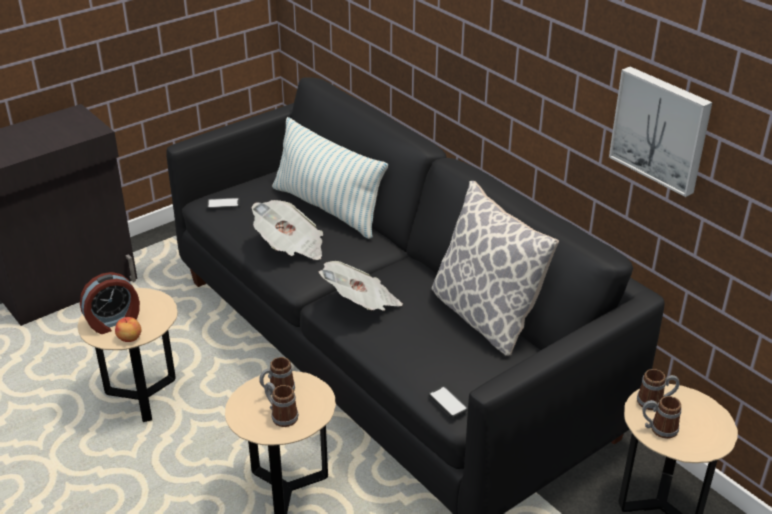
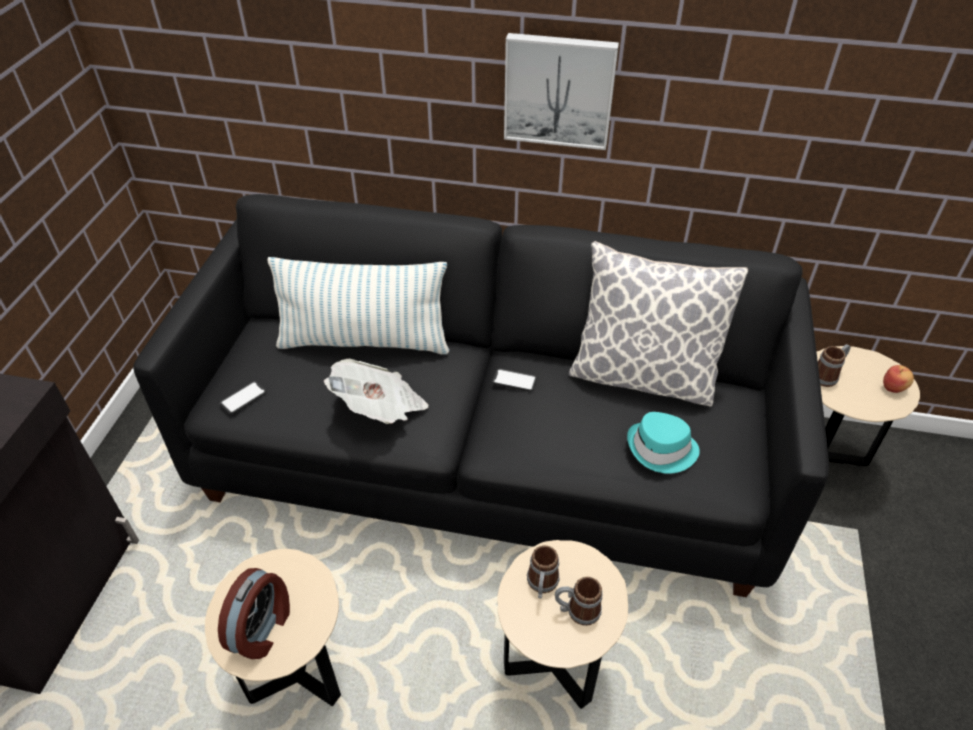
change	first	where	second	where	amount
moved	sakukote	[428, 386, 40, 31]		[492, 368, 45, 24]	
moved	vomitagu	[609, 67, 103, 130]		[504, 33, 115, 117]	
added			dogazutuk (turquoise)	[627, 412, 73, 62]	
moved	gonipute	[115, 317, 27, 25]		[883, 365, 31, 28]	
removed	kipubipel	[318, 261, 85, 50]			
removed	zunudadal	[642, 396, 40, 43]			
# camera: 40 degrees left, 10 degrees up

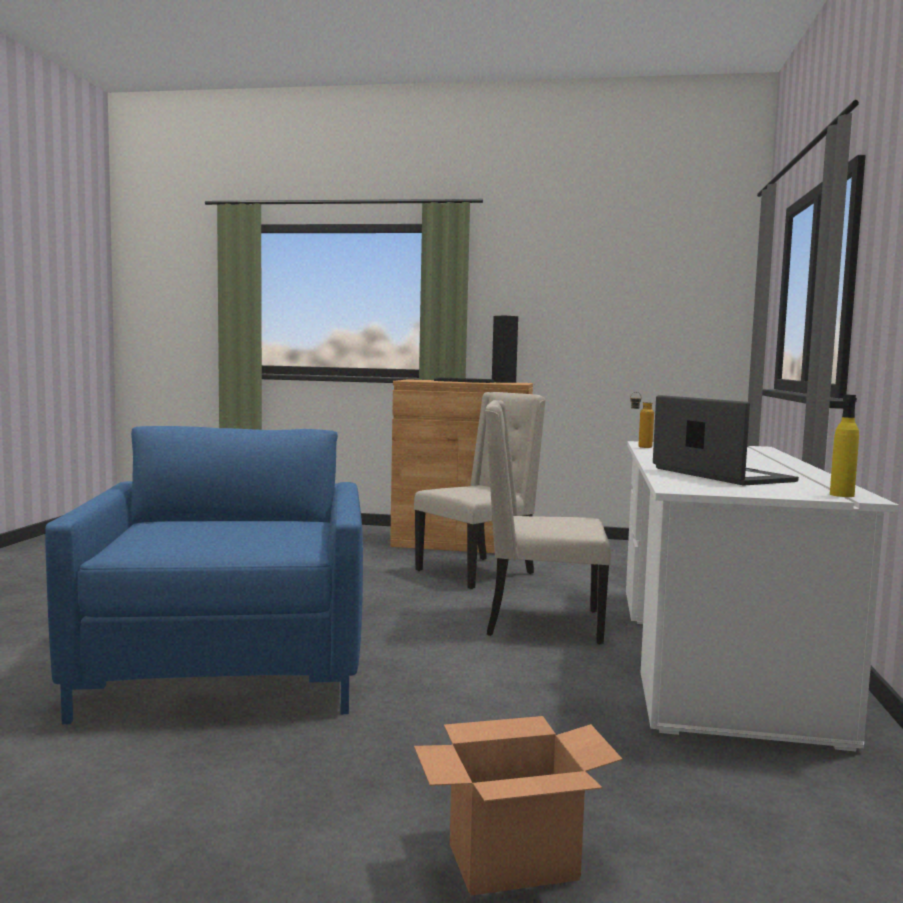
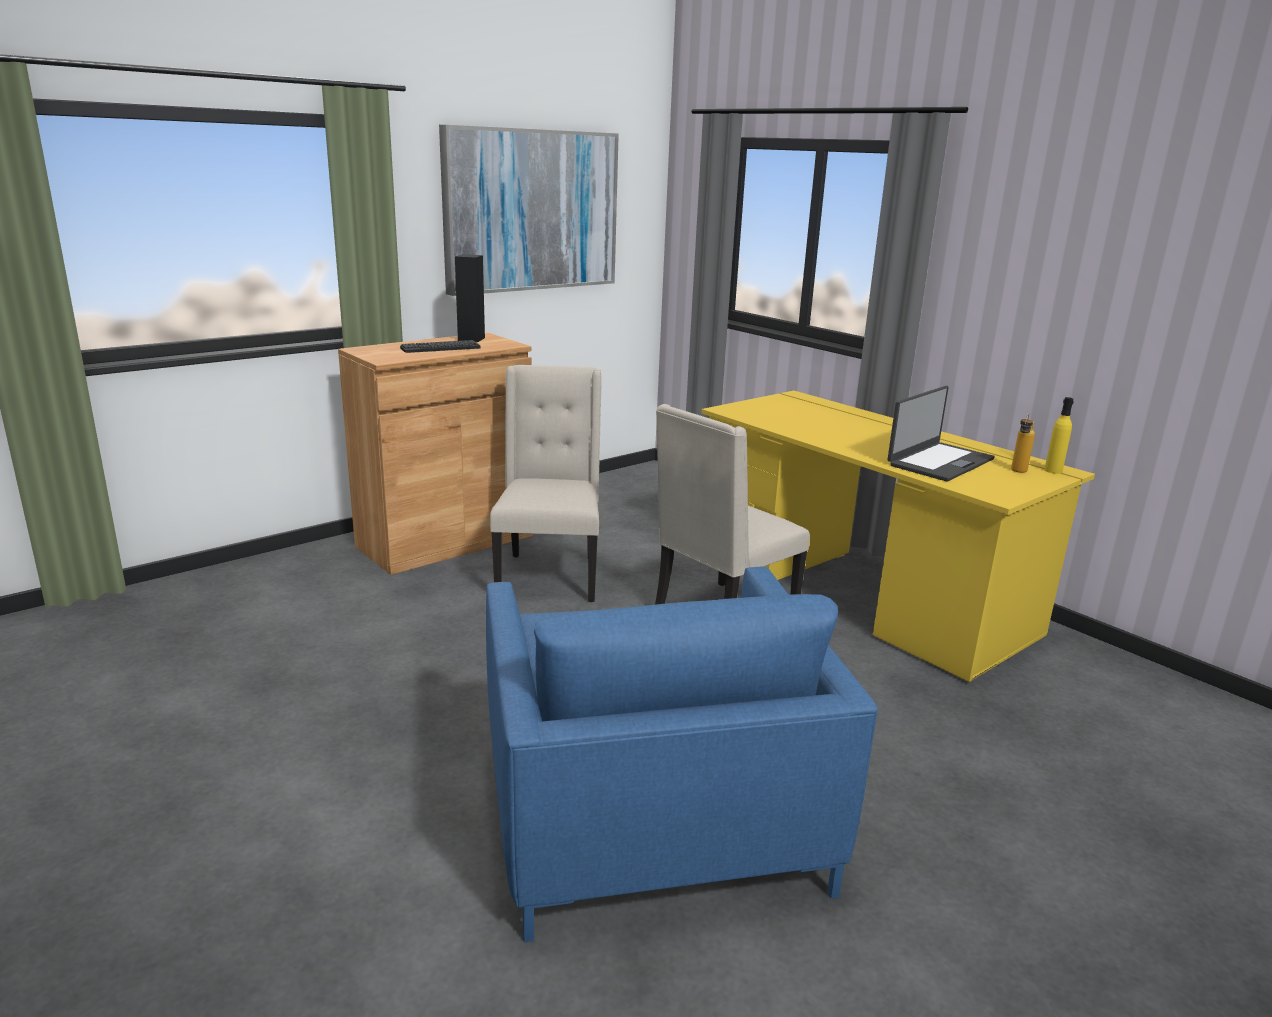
change	first	where	second	where	amount
added			vomitagu	[439, 125, 180, 171]	
turned	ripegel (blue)	[45, 426, 318, 298]		[486, 567, 392, 375]	135 degrees counterclockwise
recoloured	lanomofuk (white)	[626, 441, 273, 310]	lanomofuk (yellow)	[701, 390, 394, 292]	
turned	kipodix	[653, 395, 146, 91]		[887, 386, 108, 96]	120 degrees clockwise
moved	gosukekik	[630, 392, 24, 56]		[1011, 413, 24, 60]	
removed	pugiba	[414, 716, 209, 180]			
# camera: 50 degrees left, 15 degrees up

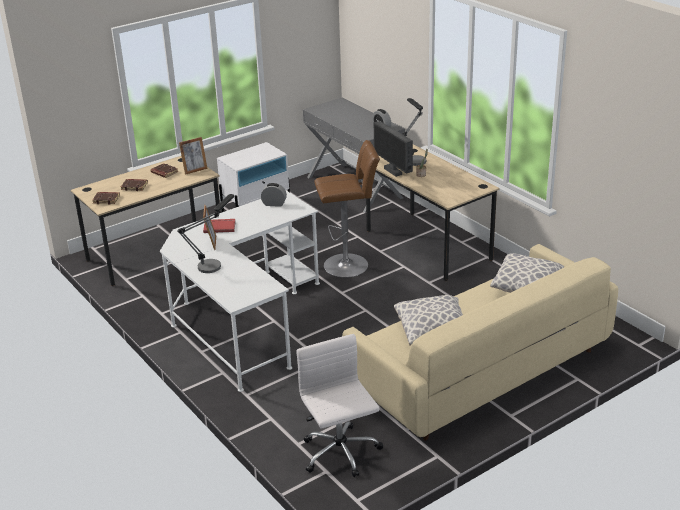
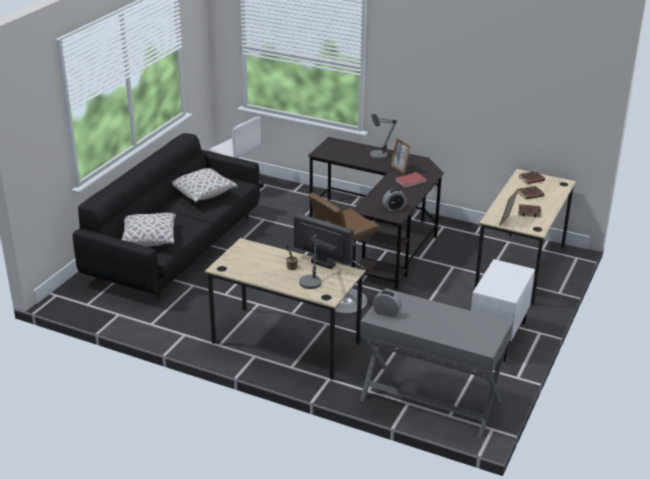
change	first	where	second	where	amount
recoloured	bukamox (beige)	[342, 244, 276, 196]	bukamox (black)	[73, 133, 187, 167]	
recoloured	lanomofuk (white)	[160, 191, 160, 201]	lanomofuk (black)	[308, 137, 136, 154]	
# camera: 150 degrees right, 0 degrees up

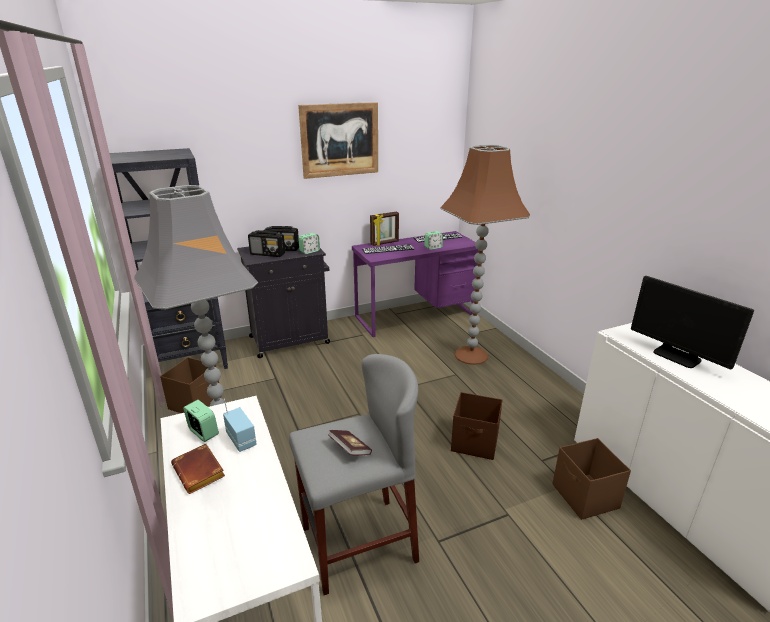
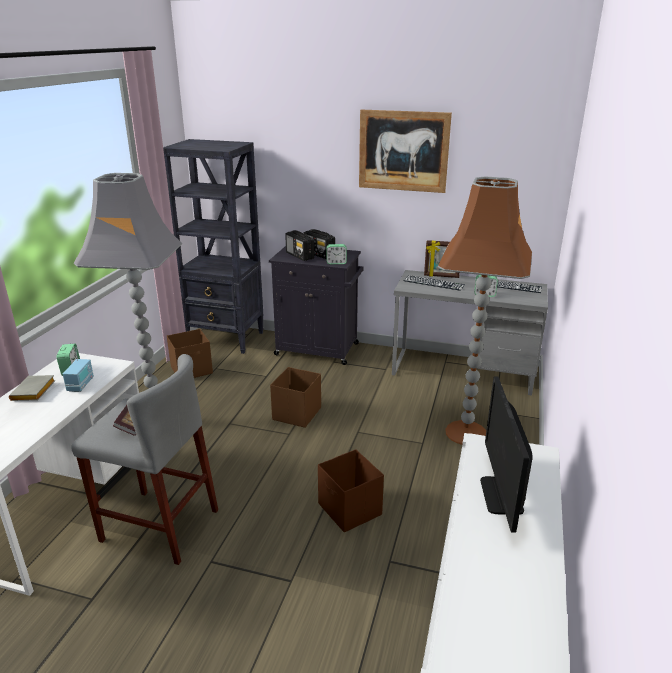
change	first	where	second	where	amount
recoloured	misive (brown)	[171, 444, 54, 50]	misive (grey)	[9, 375, 47, 26]	
moved	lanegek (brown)	[552, 438, 79, 82]		[270, 367, 51, 61]	
recoloured	lanomofuk (purple)	[352, 231, 127, 106]	lanomofuk (grey)	[392, 270, 156, 126]	
# camera: 40 degrees right, 0 degrees up

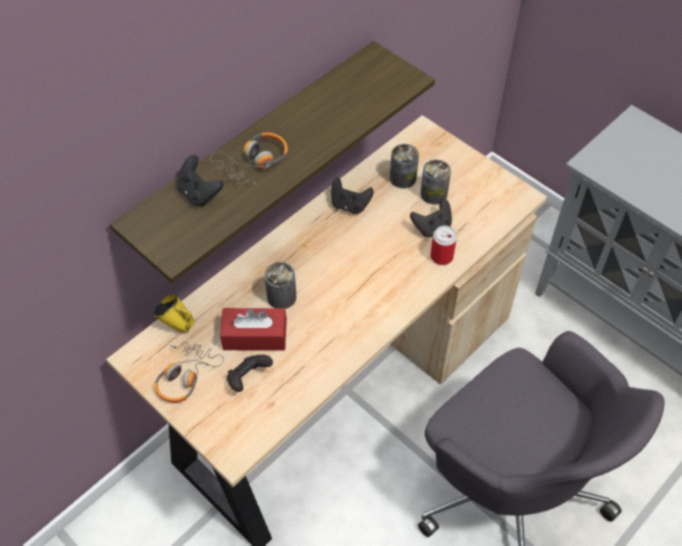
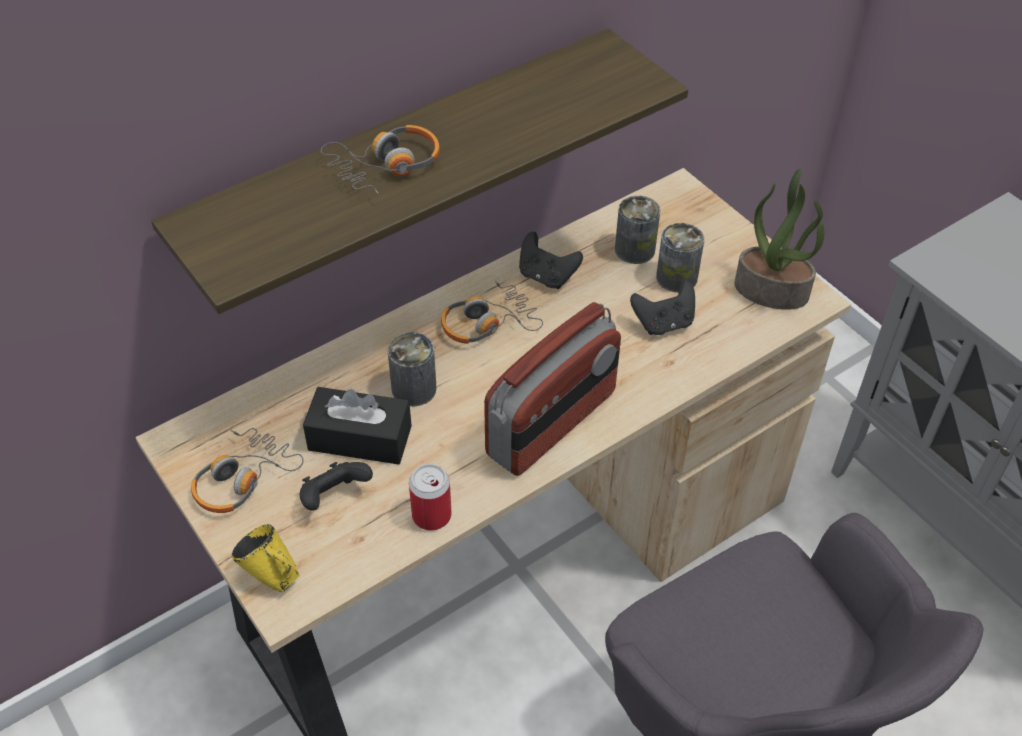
change	first	where	second	where	amount
moved	zunudadal (yellow)	[154, 294, 41, 38]		[232, 524, 67, 68]	
recoloured	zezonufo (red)	[220, 308, 67, 42]	zezonufo (black)	[303, 387, 109, 78]	
moved	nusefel	[430, 226, 27, 39]		[409, 464, 43, 66]	
added			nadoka	[441, 280, 102, 64]	
added			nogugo	[484, 302, 137, 174]	
added			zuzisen	[734, 169, 90, 141]	
removed	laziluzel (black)	[177, 155, 46, 51]			
# camera: 10 degrees right, 5 degrees down

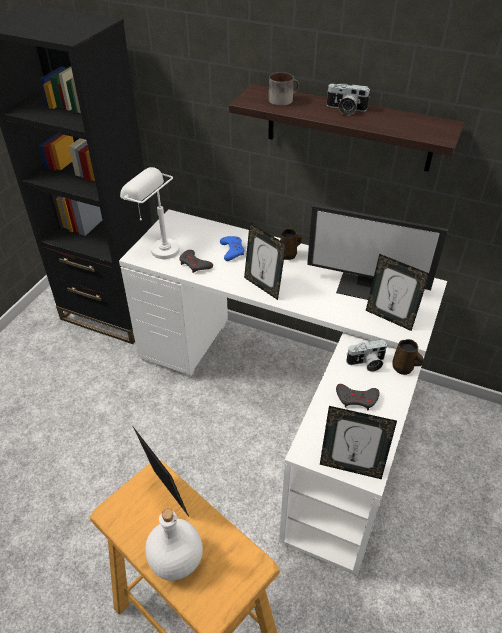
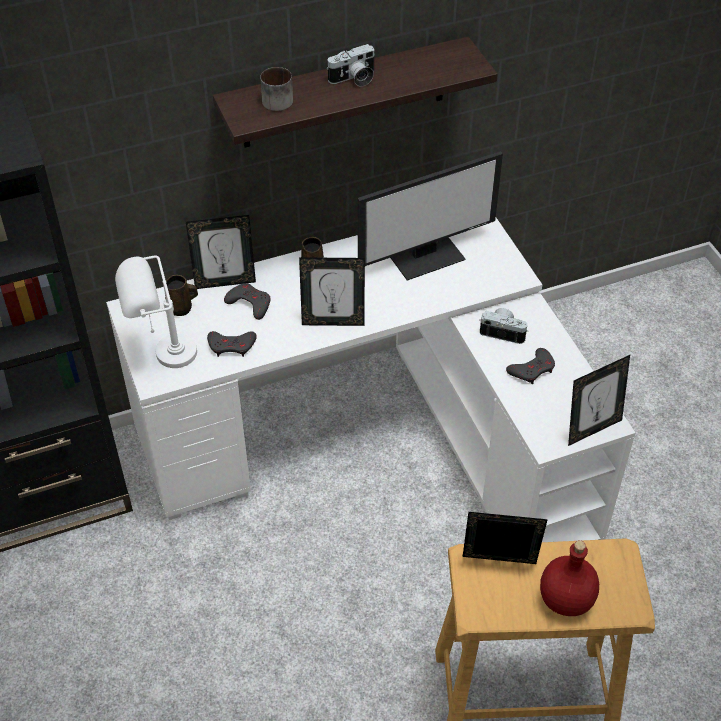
change	first	where	second	where	amount
moved	zunudadal (brown)	[392, 339, 32, 36]		[165, 275, 33, 41]	
moved	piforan	[366, 254, 63, 77]		[186, 215, 70, 74]	
recoloured	laziluzel (blue)	[220, 236, 24, 25]	laziluzel (grey)	[224, 283, 47, 37]	
turned	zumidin	[346, 339, 41, 33]		[479, 308, 49, 36]	105 degrees counterclockwise
recoloured	gosukekik (white)	[145, 509, 58, 72]	gosukekik (red)	[540, 540, 59, 76]	
# camera: 45 degrees left, 5 degrees up

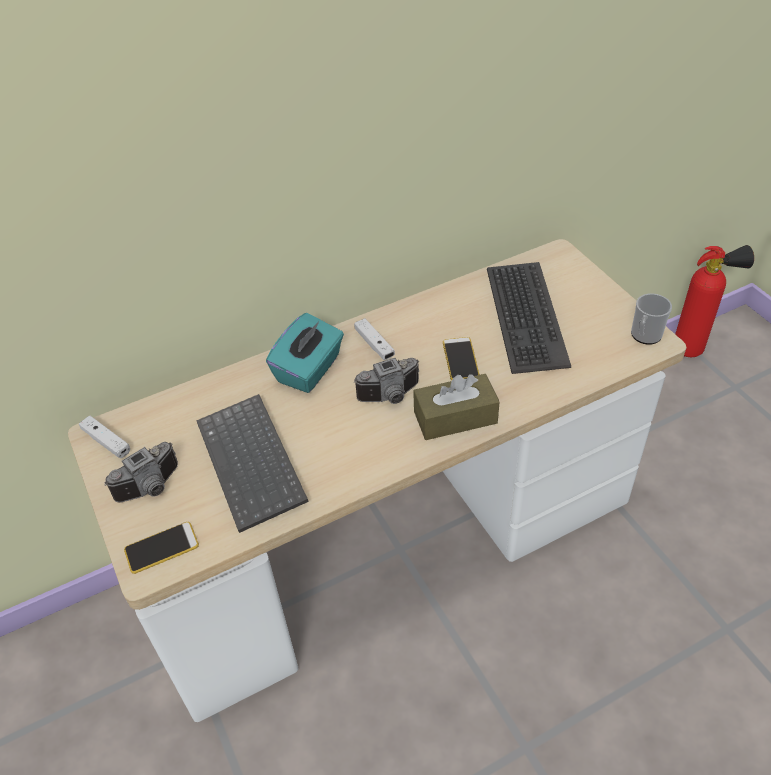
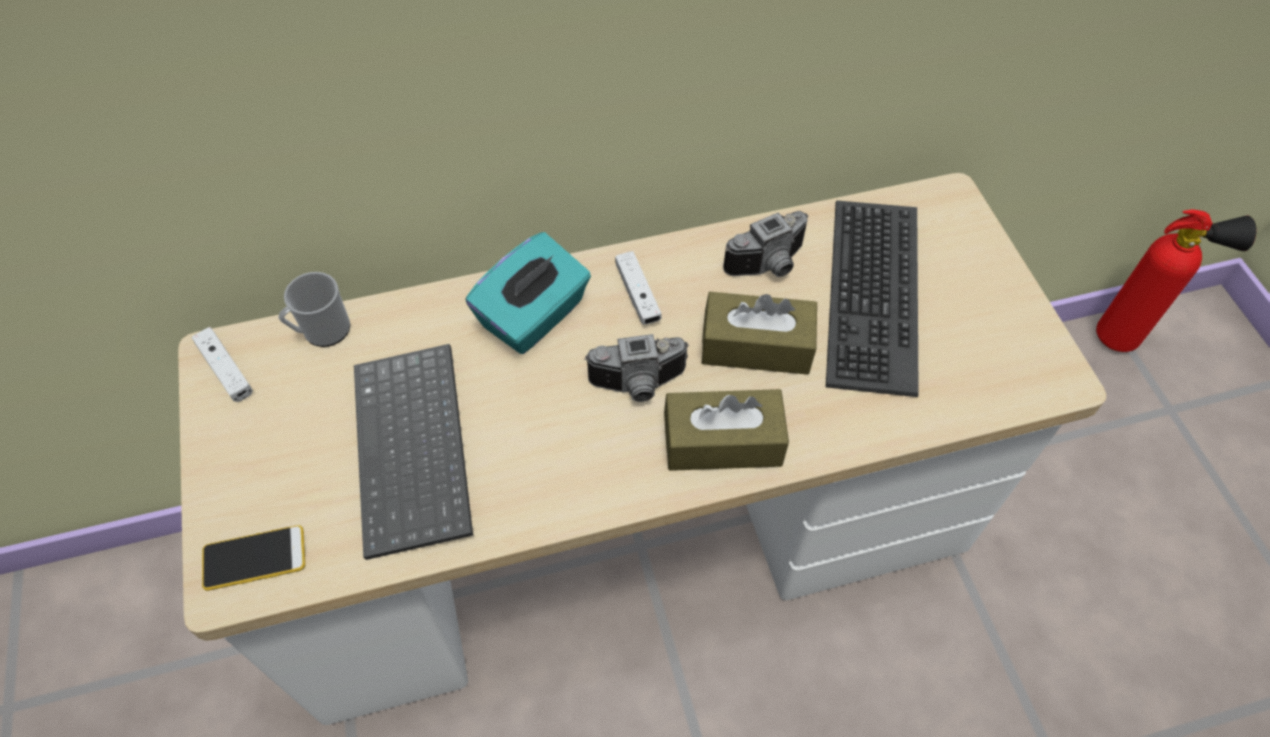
change	first	where	second	where	amount
moved	zunudadal	[631, 293, 41, 52]		[278, 272, 72, 75]	
replaced	sakukote	[443, 337, 36, 43]	zezonufo (brown)	[702, 292, 115, 83]	
moved	zumidin	[105, 442, 73, 61]		[723, 211, 86, 66]	
# camera: 10 degrees right, 10 degrees up

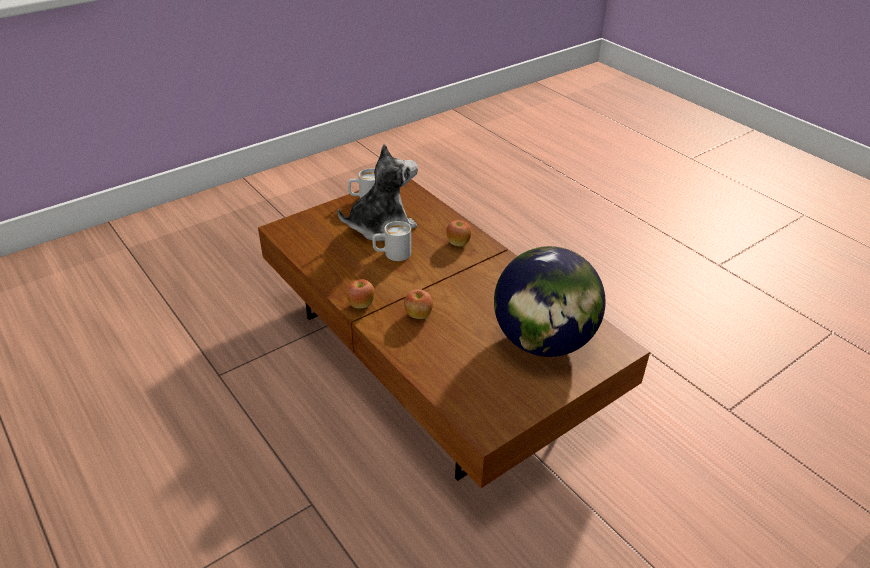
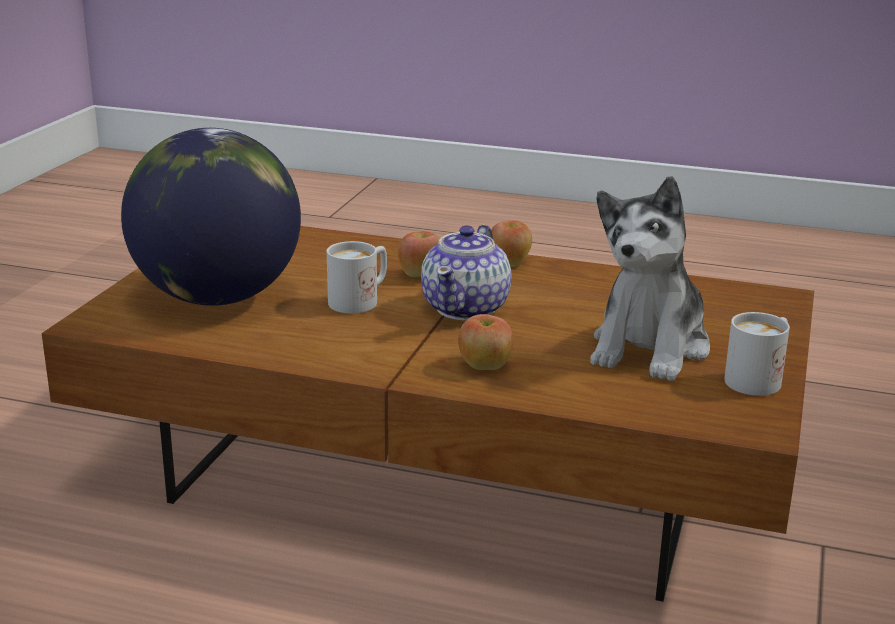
change	first	where	second	where	amount
moved	zunudadal (white)	[372, 221, 39, 40]		[327, 241, 60, 73]	
added			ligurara	[421, 224, 90, 97]	
# camera: 145 degrees right, 15 degrees down

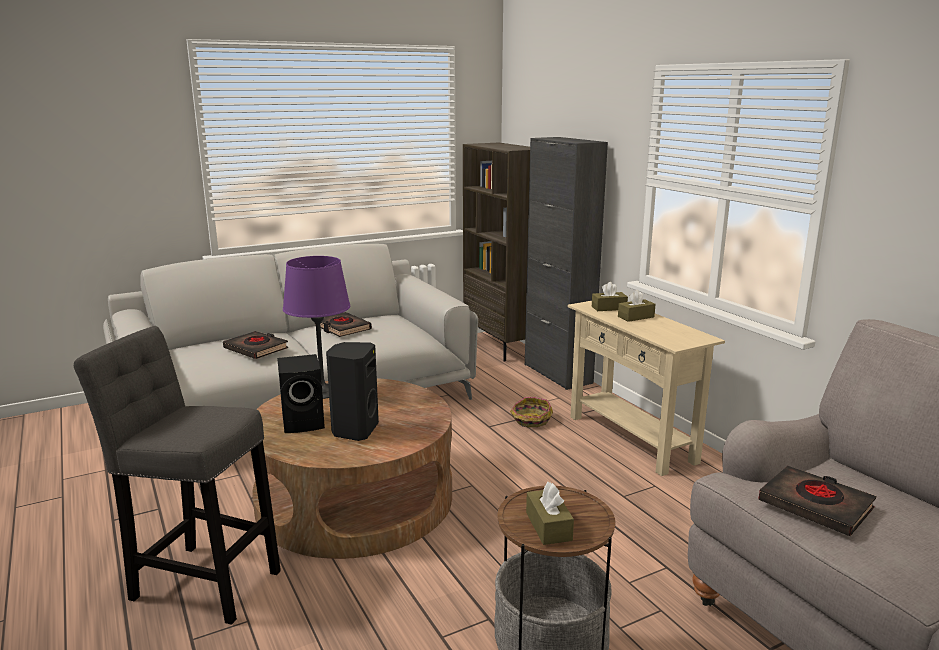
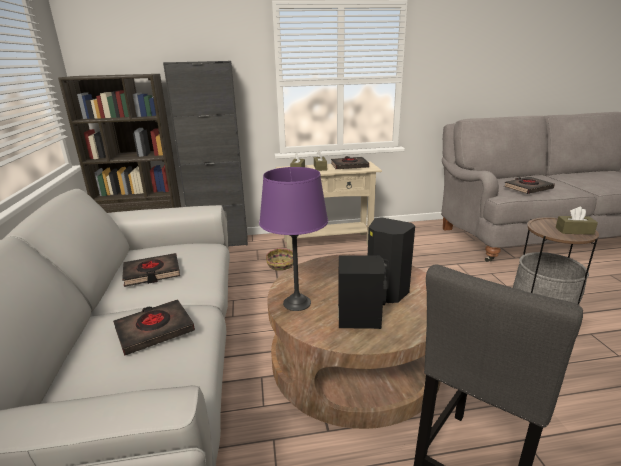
change	first	where	second	where	amount
added			misive (black)	[331, 156, 38, 13]	
# camera: 70 degrees left, 5 degrees up

